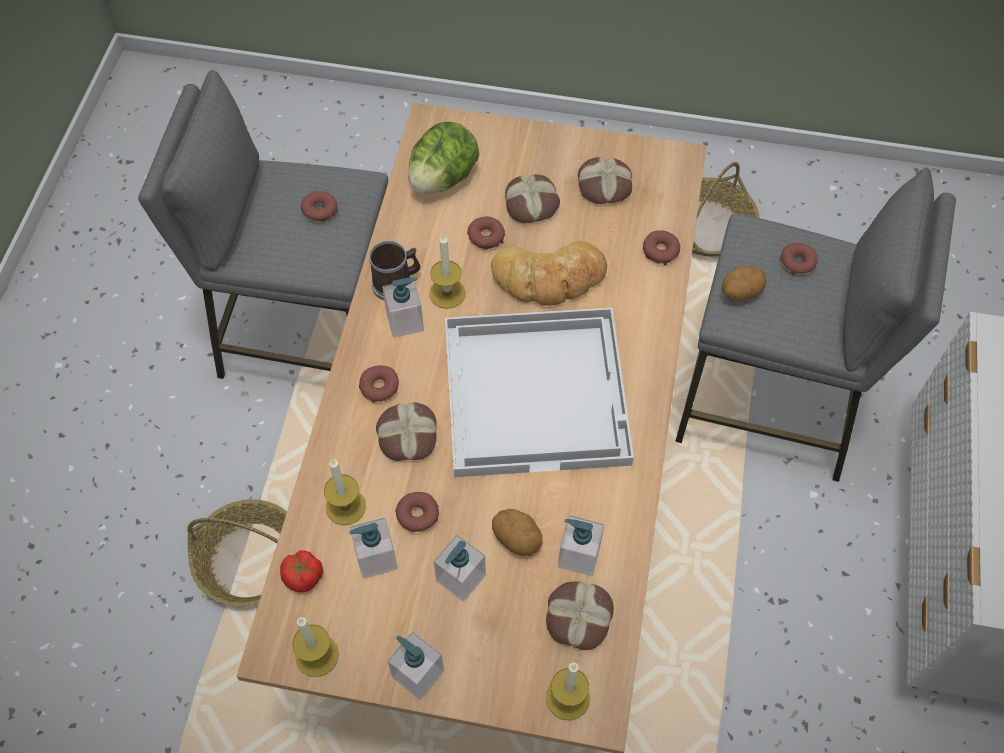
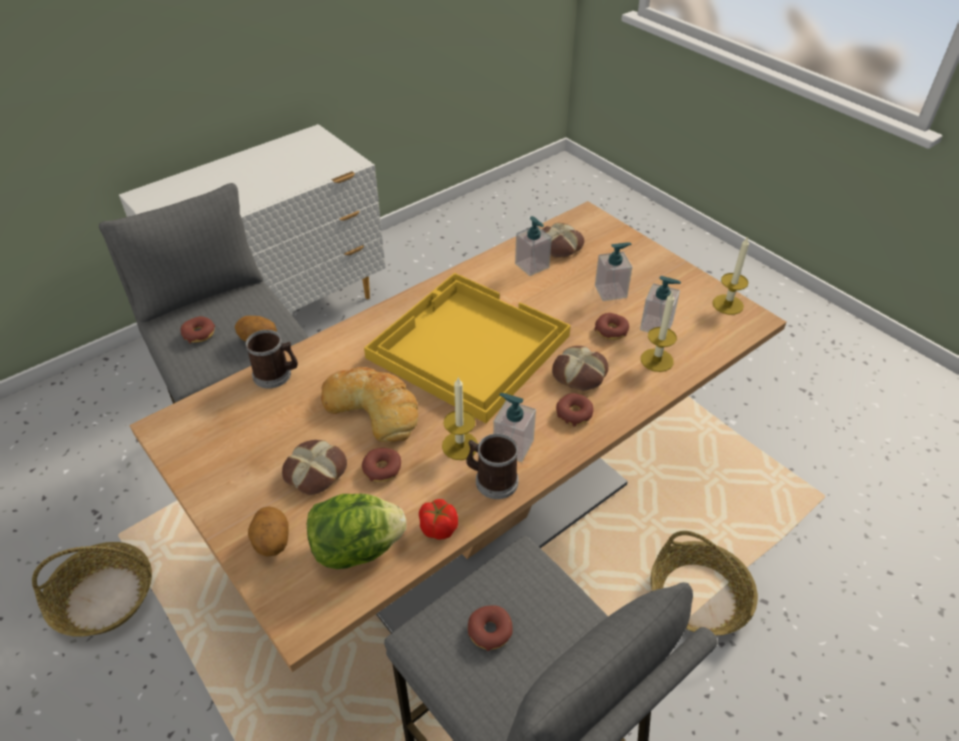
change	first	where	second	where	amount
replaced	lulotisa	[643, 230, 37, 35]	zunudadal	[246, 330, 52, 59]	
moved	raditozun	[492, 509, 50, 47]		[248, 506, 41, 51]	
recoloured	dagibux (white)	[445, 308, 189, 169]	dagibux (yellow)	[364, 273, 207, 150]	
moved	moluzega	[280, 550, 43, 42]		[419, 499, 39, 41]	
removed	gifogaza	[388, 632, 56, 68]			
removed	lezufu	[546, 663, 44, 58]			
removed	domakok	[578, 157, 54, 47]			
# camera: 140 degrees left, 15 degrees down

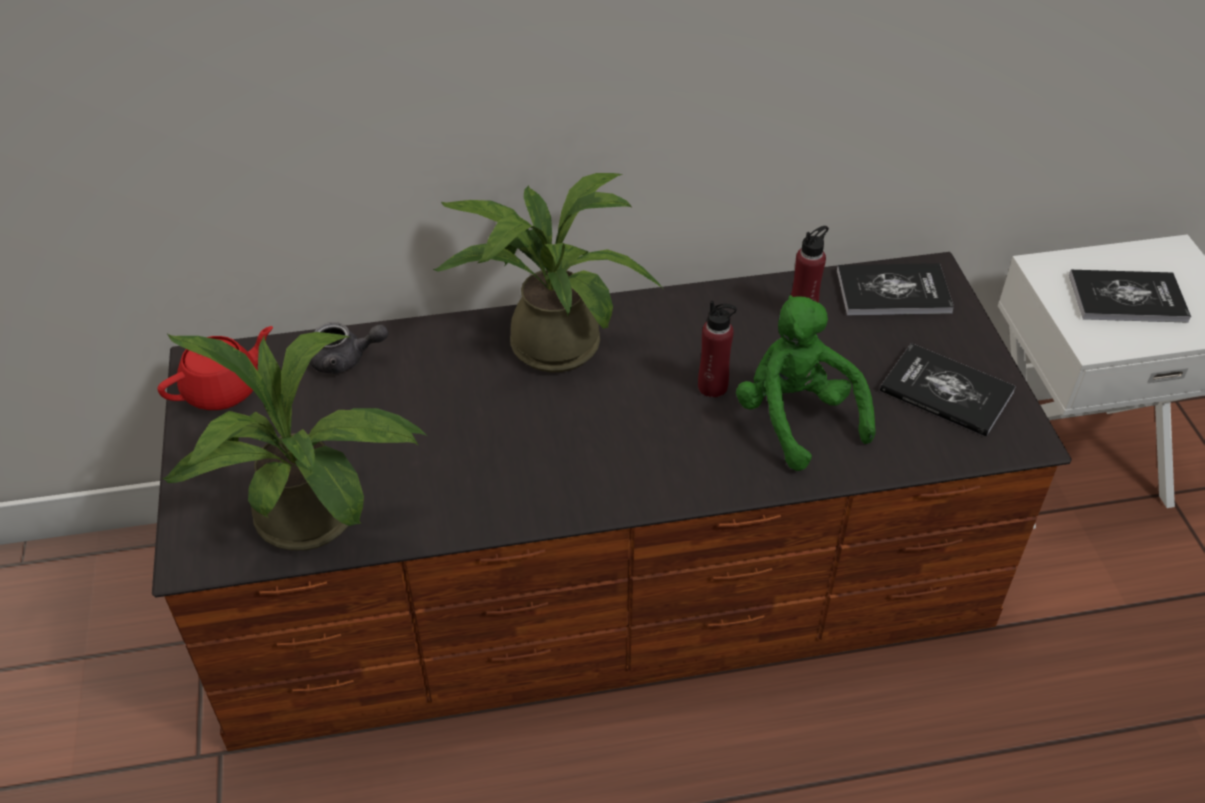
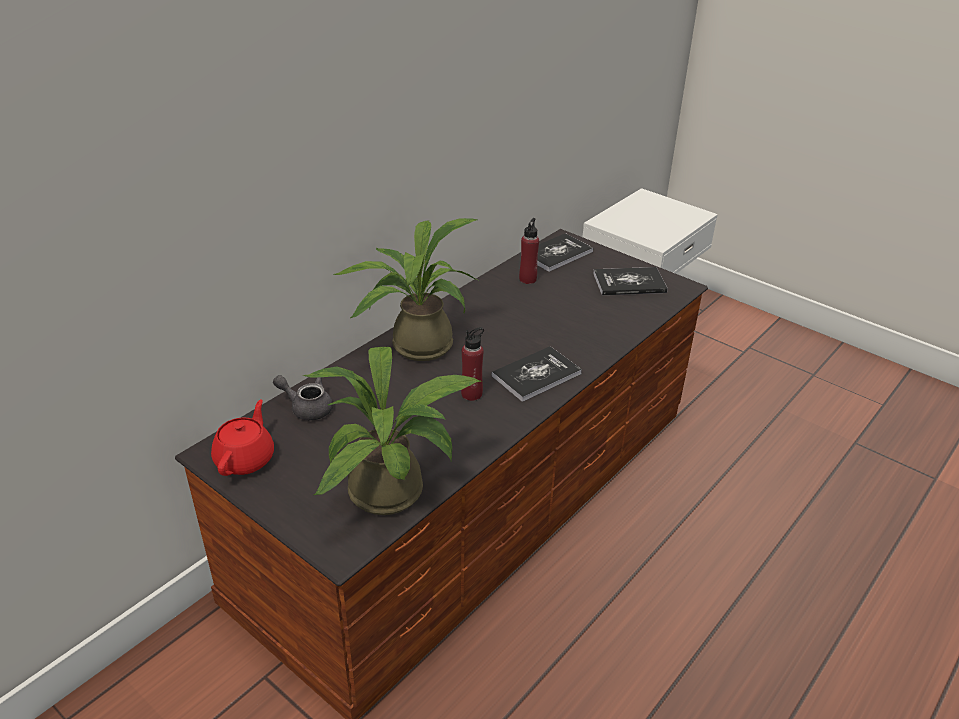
change	first	where	second	where	amount
turned	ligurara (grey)	[309, 322, 79, 52]		[273, 375, 60, 45]	120 degrees counterclockwise
moved	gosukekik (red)	[698, 301, 39, 97]		[461, 327, 23, 74]	
moved	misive	[1069, 270, 122, 53]		[491, 346, 91, 56]	
removed	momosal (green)	[736, 295, 140, 176]			
# camera: 40 degrees left, 10 degrees down

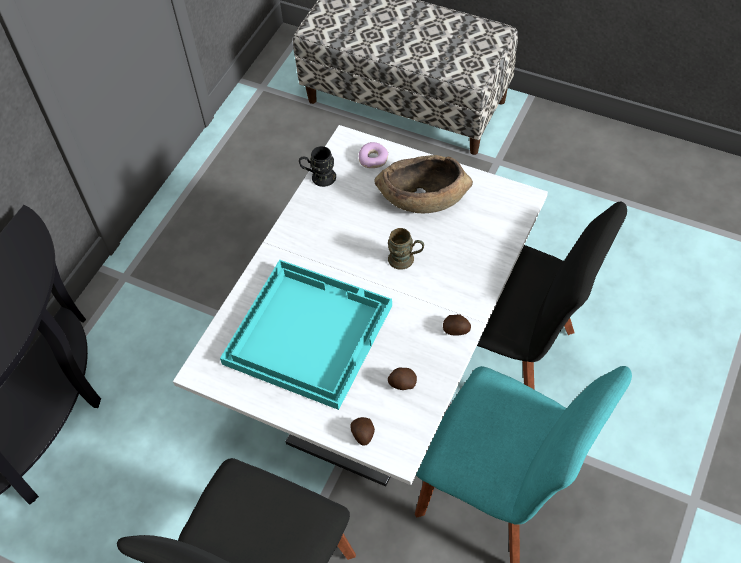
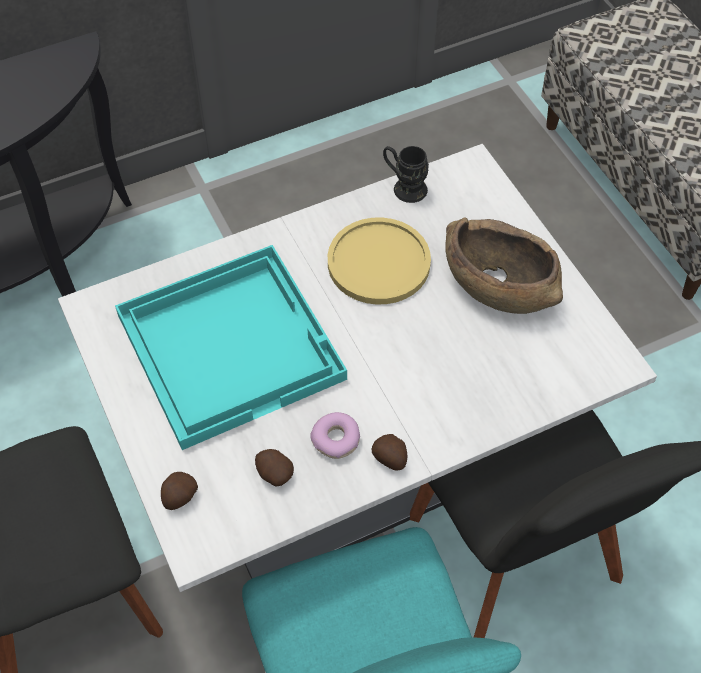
change	first	where	second	where	amount
moved	lulotisa	[358, 142, 30, 26]		[310, 412, 50, 47]	
added			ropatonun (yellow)	[328, 218, 103, 86]	
removed	zunudadal (brown)	[388, 228, 36, 42]			
# camera: 35 degrees right, 0 degrees up

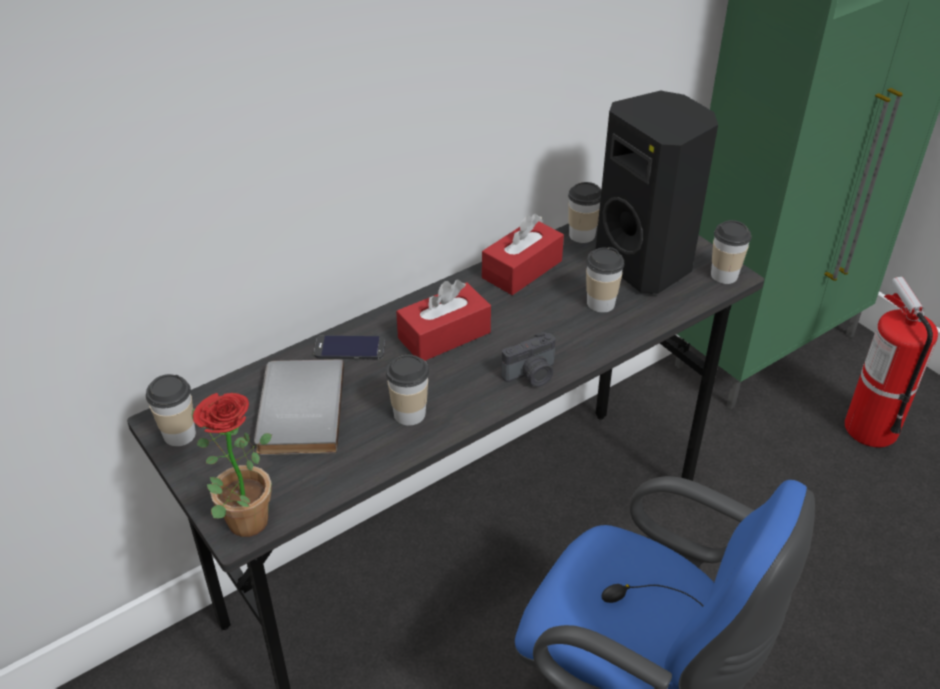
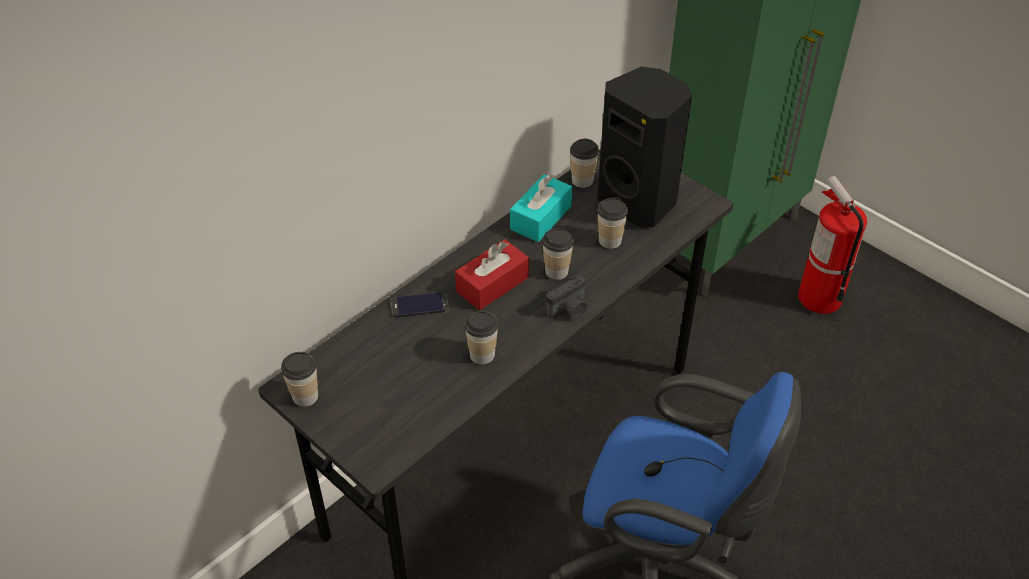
change	first	where	second	where	amount
recoloured	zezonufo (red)	[482, 214, 82, 81]	zezonufo (turquoise)	[510, 174, 62, 68]	
moved	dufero	[711, 220, 40, 64]		[542, 228, 32, 52]	
removed	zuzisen	[192, 393, 80, 144]			
removed	misive (grey)	[254, 359, 90, 96]			
# camera: 10 degrees left, 5 degrees up

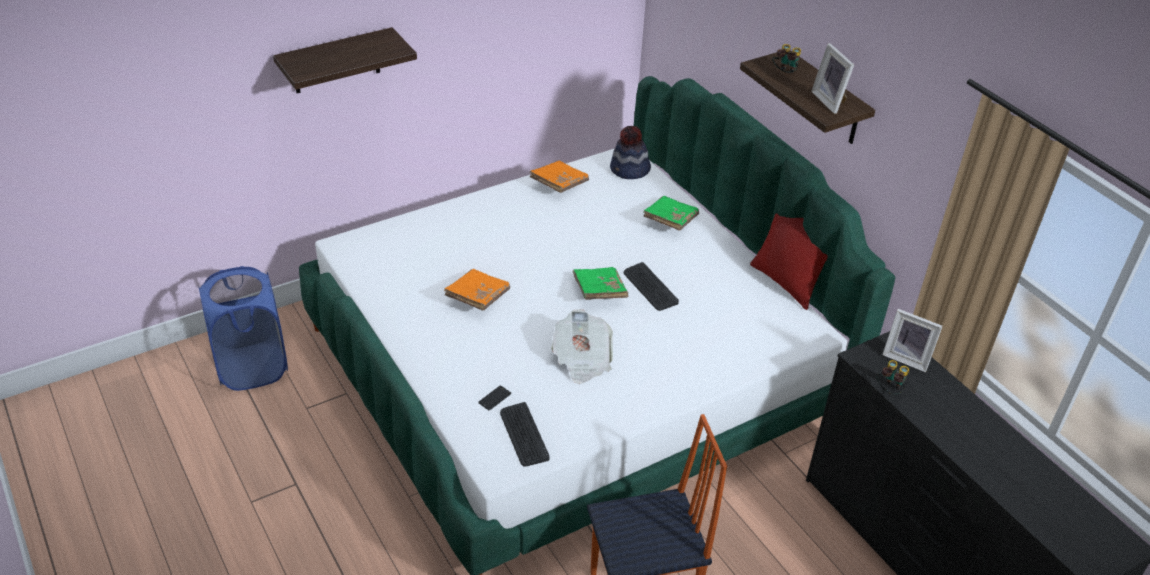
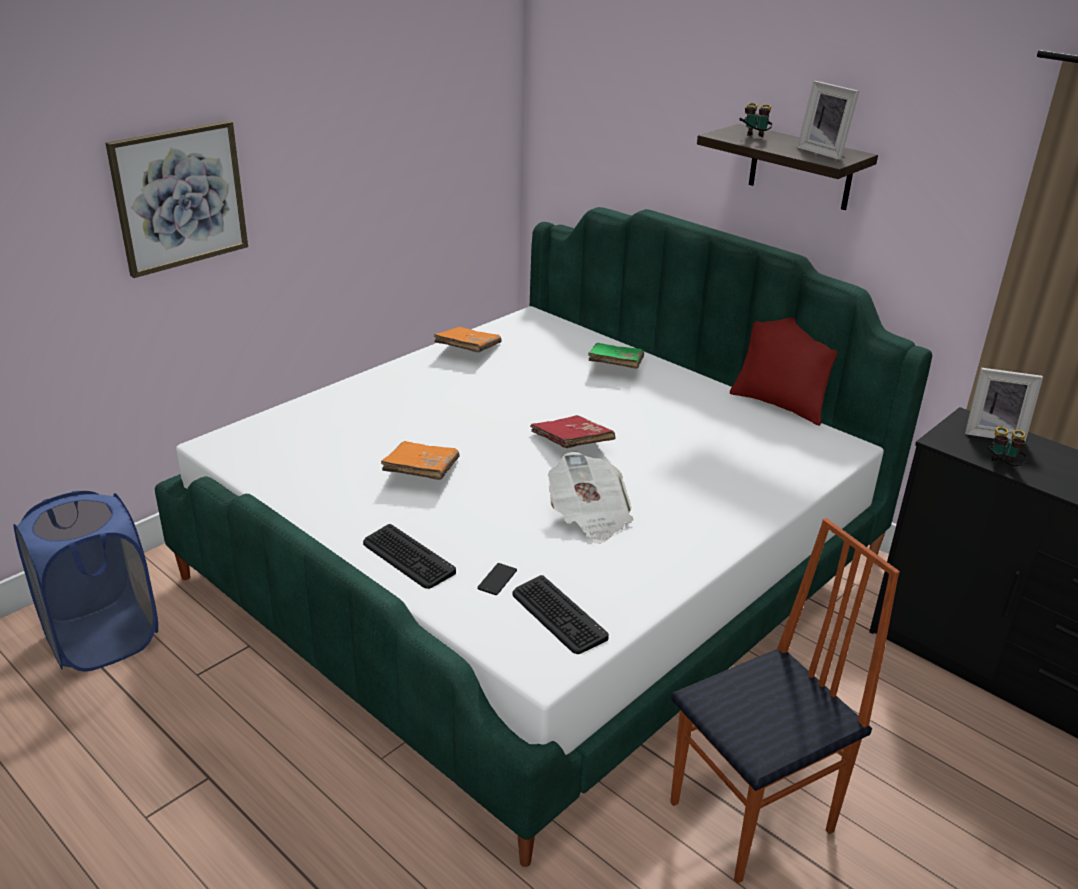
change	first	where	second	where	amount
replaced	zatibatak	[273, 27, 144, 66]	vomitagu	[105, 120, 143, 158]	
moved	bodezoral	[624, 262, 55, 49]		[363, 524, 93, 65]	
recoloured	misive (green)	[572, 267, 56, 33]	misive (red)	[530, 415, 85, 33]	
removed	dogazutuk	[610, 126, 41, 53]			
# camera: 15 degrees left, 10 degrees down

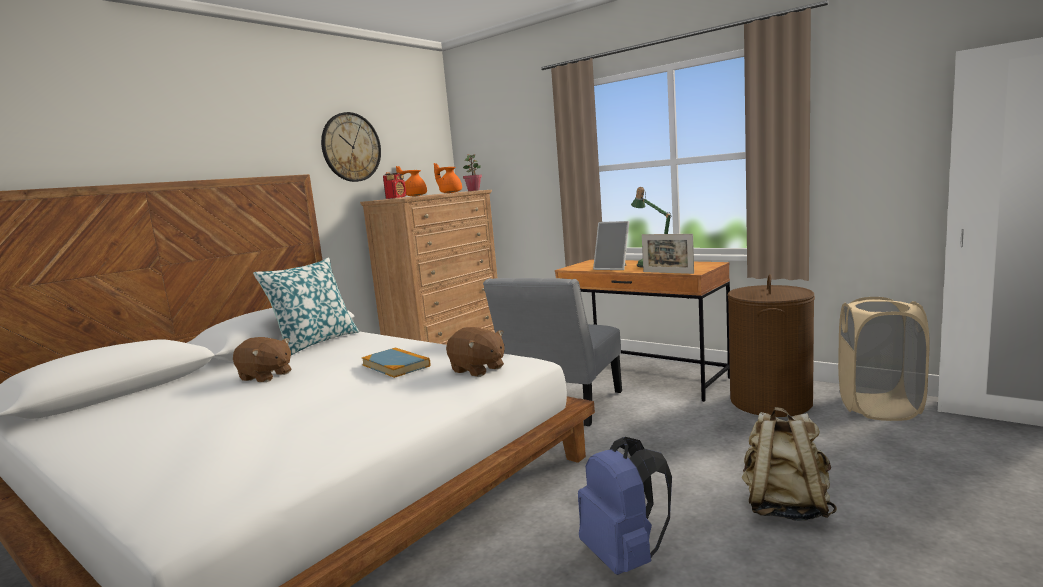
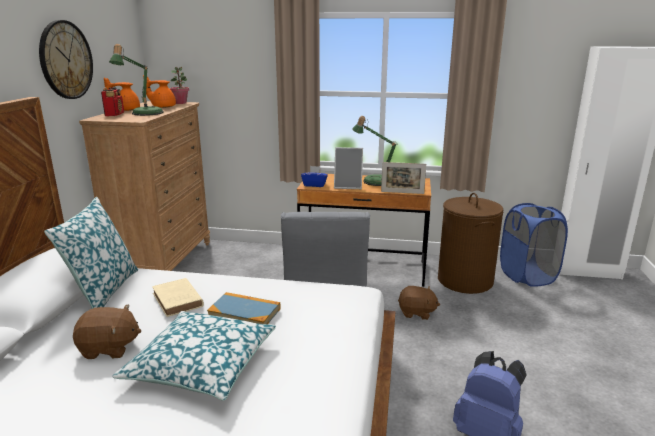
change	first	where	second	where	amount
added			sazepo	[109, 44, 54, 72]	
added			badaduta	[112, 311, 164, 90]	
added			misive (beige)	[152, 278, 52, 39]	
added			zezonufo (blue)	[301, 166, 27, 21]	
moved	momosal (brown)	[446, 327, 59, 50]		[398, 286, 42, 34]	
recoloured	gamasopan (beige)	[838, 297, 92, 124]	gamasopan (blue)	[500, 203, 68, 84]	
removed	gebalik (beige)	[742, 407, 95, 114]			
# camera: 30 degrees left, 10 degrees up

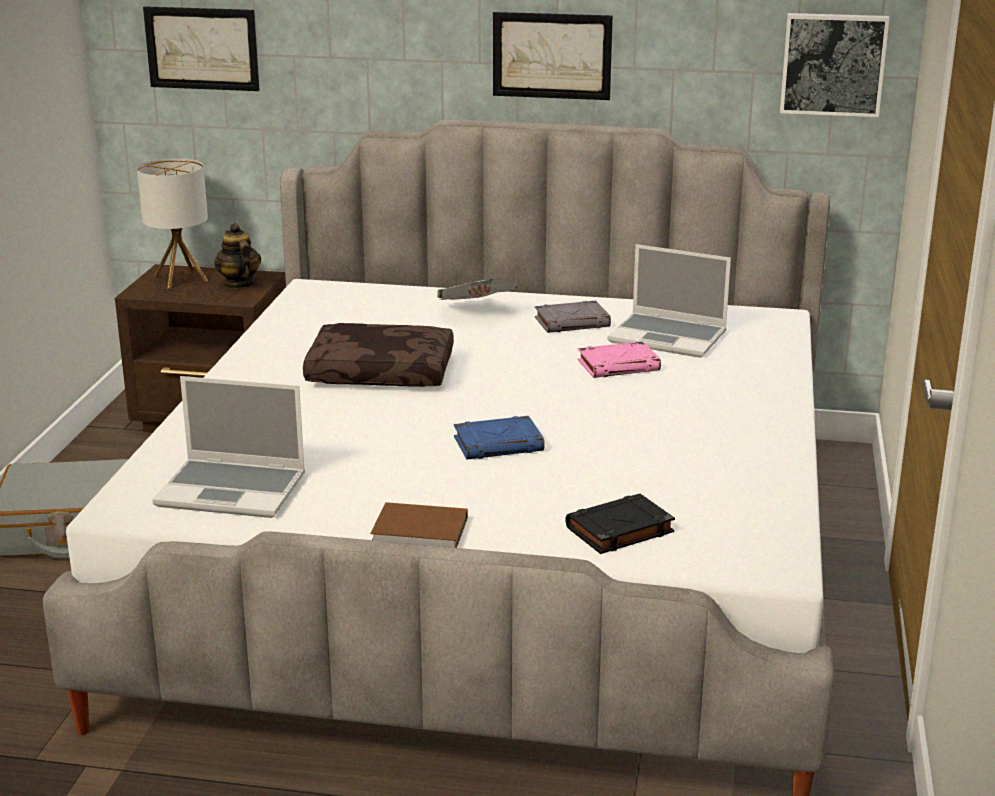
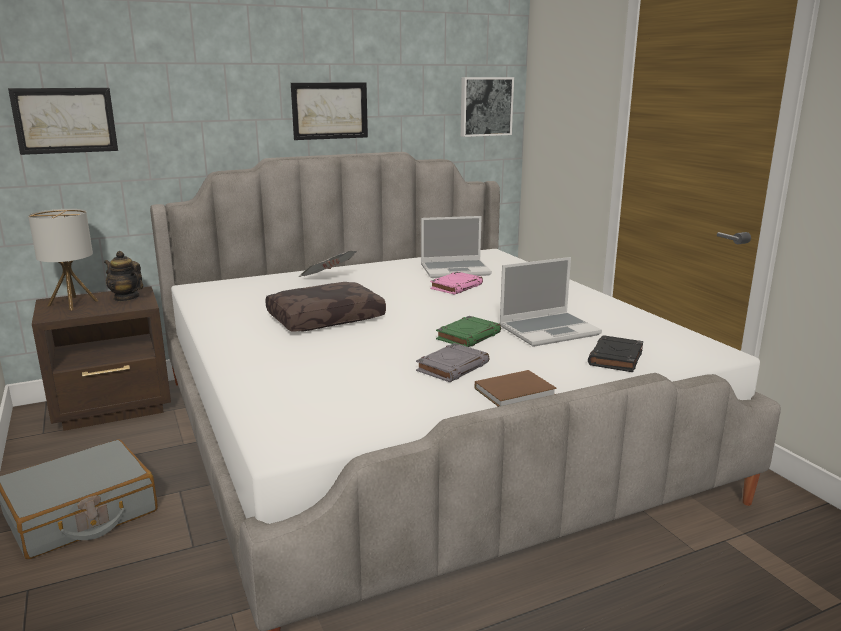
change	first	where	second	where	amount
moved	misive (grey)	[535, 301, 76, 32]		[416, 343, 73, 39]	
recoloured	misive (blue)	[454, 416, 91, 43]	misive (green)	[436, 316, 65, 31]	
moved	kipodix	[152, 376, 153, 142]		[499, 257, 103, 90]	
# camera: 35 degrees left, 5 degrees down

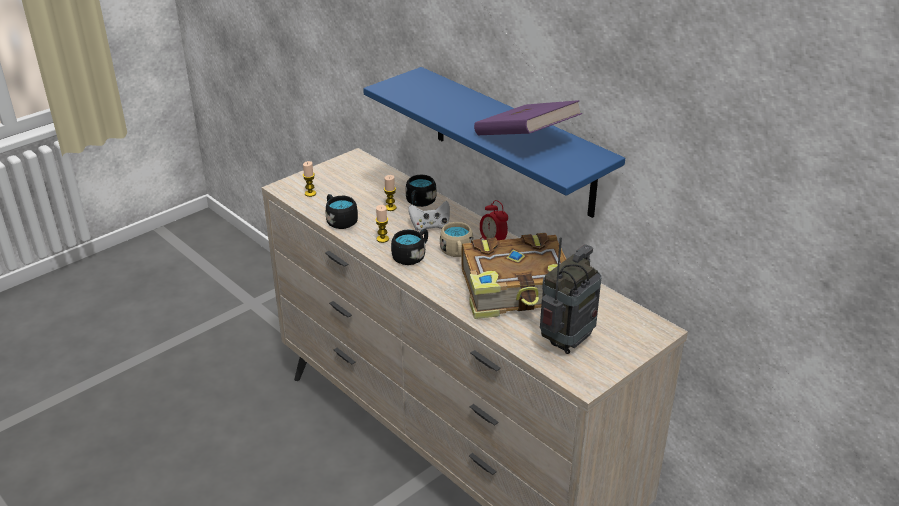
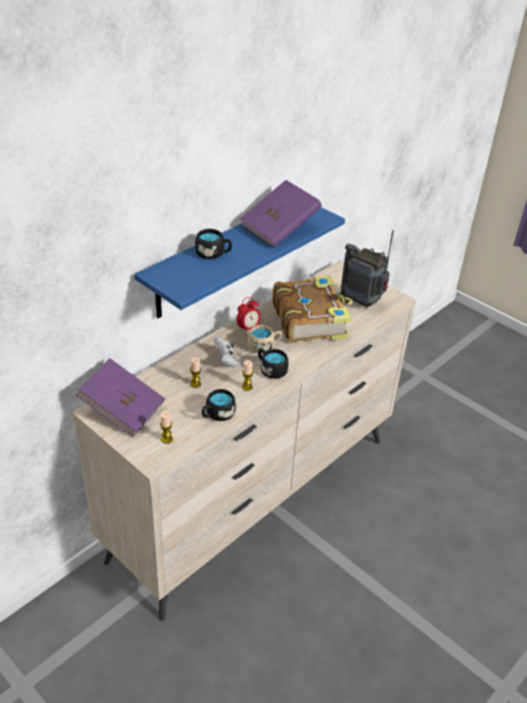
change	first	where	second	where	amount
added			misive (purple)	[76, 358, 89, 79]	
moved	zunudadal (black)	[405, 175, 32, 32]		[195, 229, 37, 31]	
# camera: 95 degrees left, 5 degrees up

